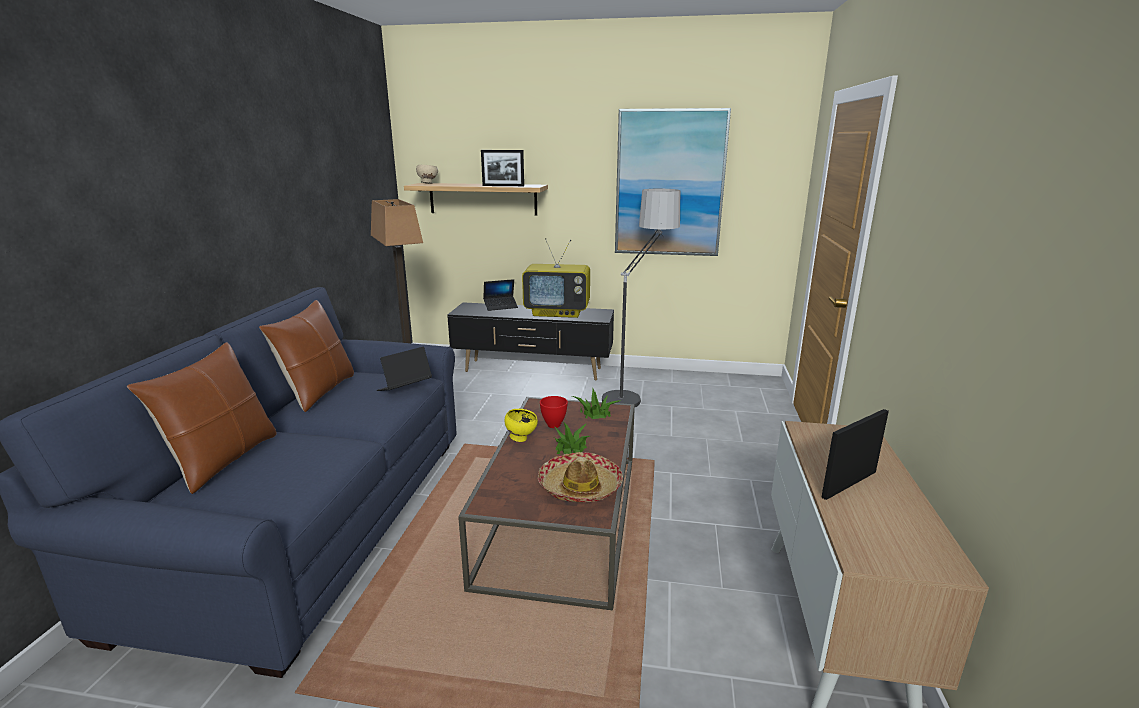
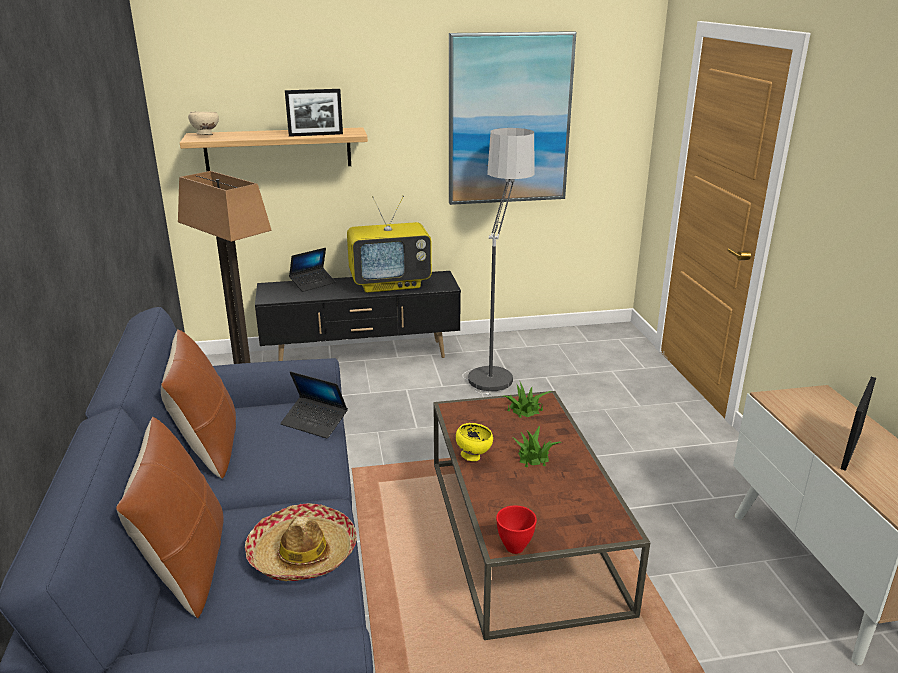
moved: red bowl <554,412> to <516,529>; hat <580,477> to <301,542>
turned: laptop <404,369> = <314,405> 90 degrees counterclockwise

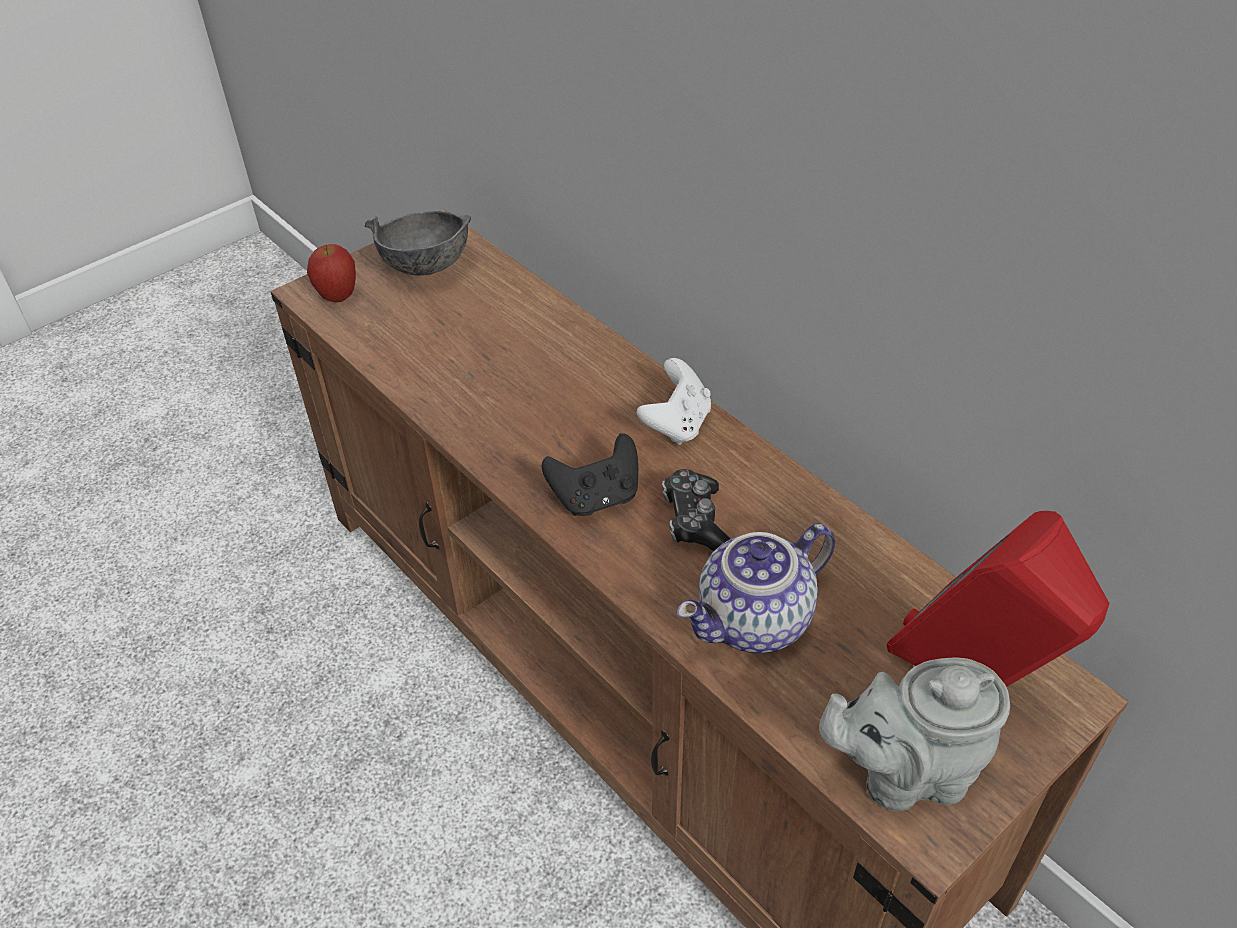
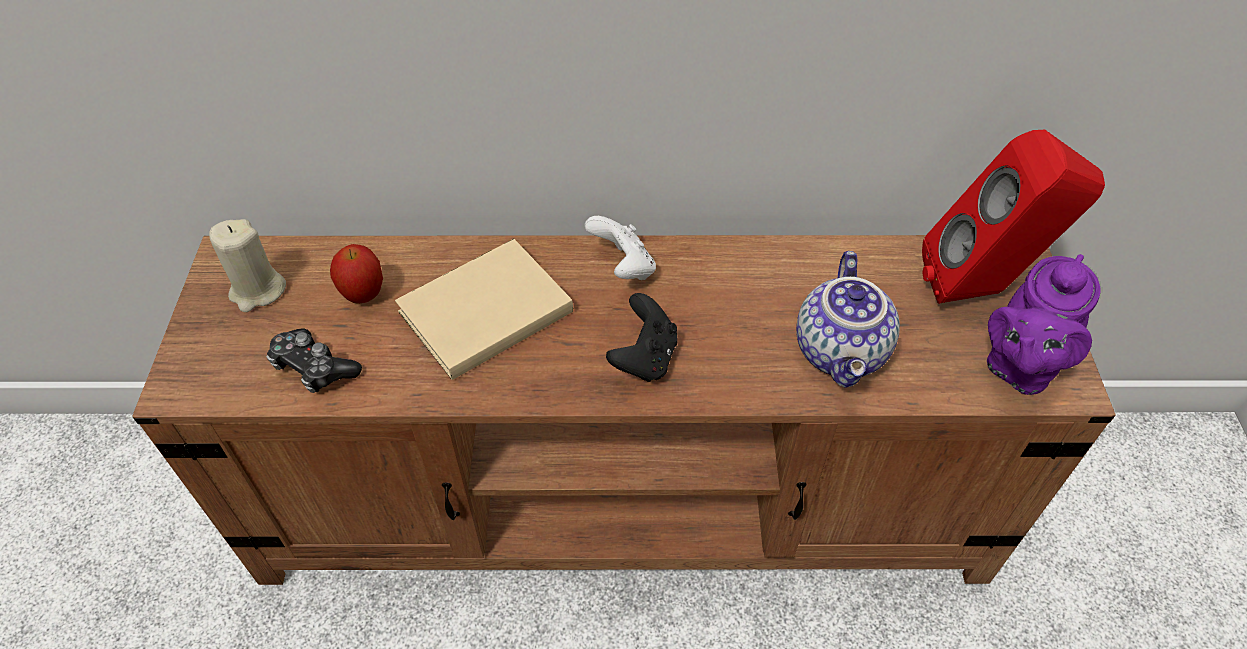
added: beige book <484,309>
moved: apple <331,273> to <356,273>; game controller <696,510> to <314,361>
replaced: grey bowl <418,243> to beige candle <247,265>
recoloured: grey teapot <914,734> to purple teapot <1044,324>

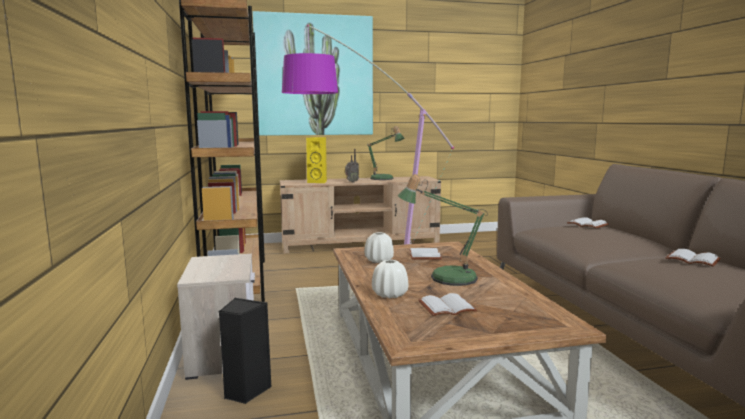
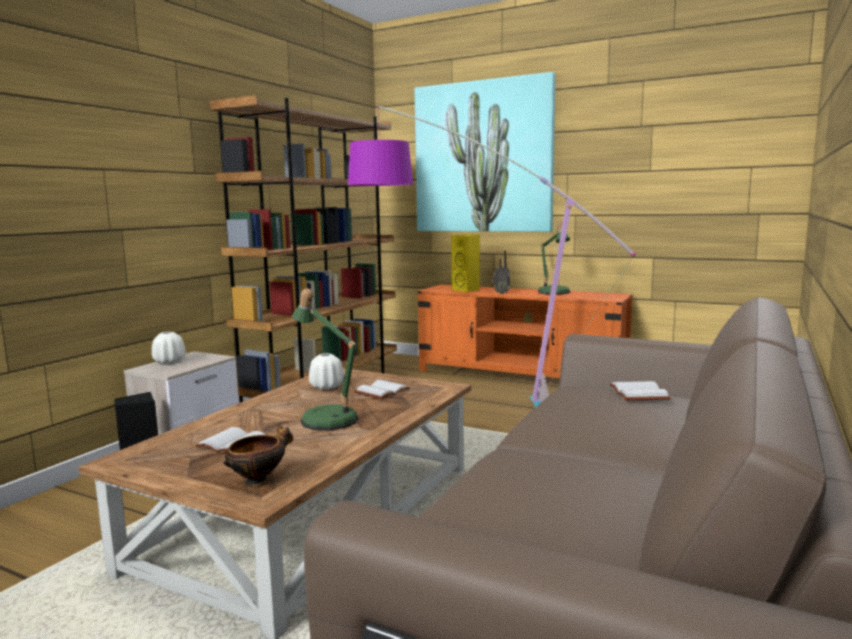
removed: white book <693,258>
added: bowl <258,456>
moved: white vase <390,279> to <169,348>
recoloured: beige tv stand <360,215> to orange tv stand <525,331>

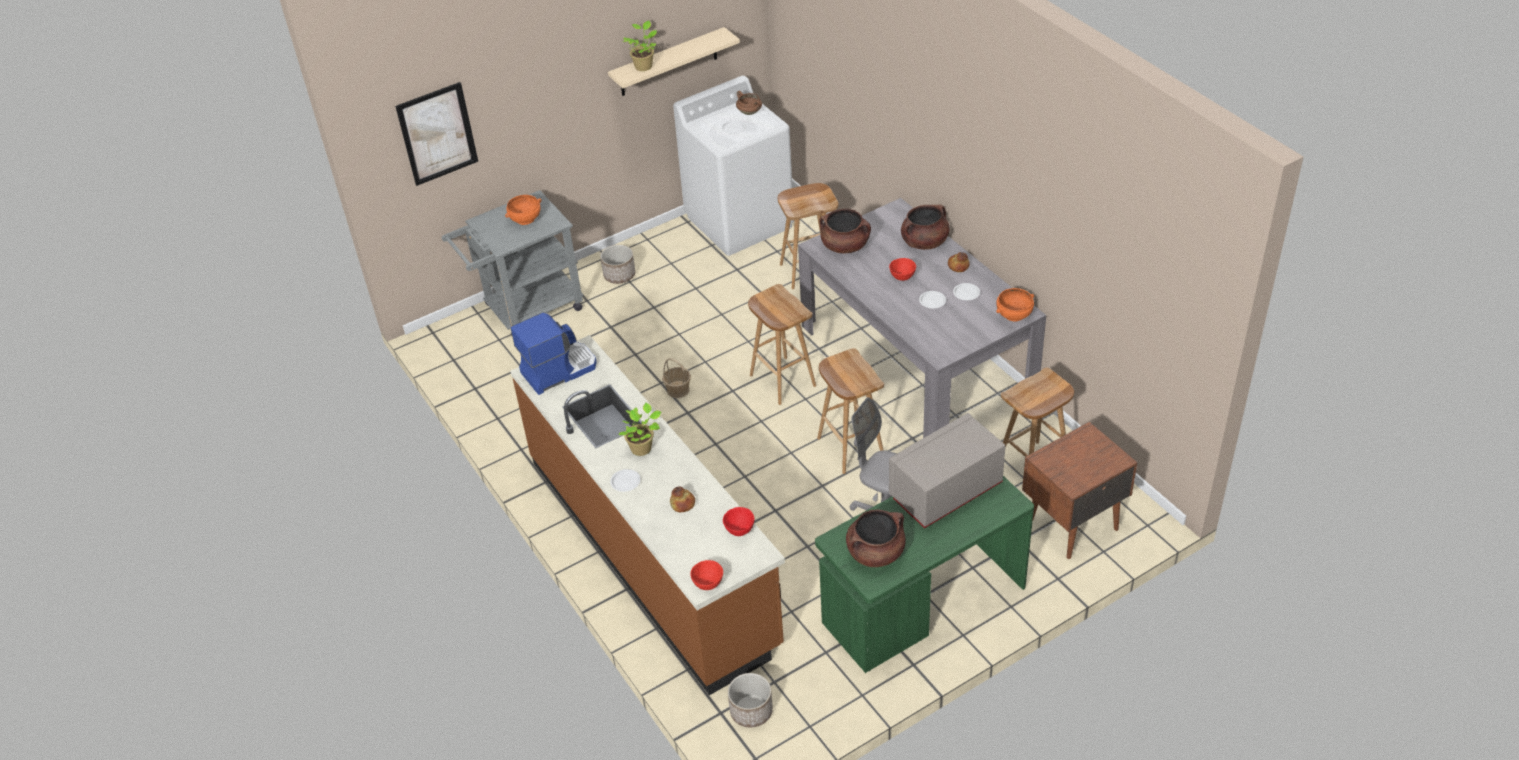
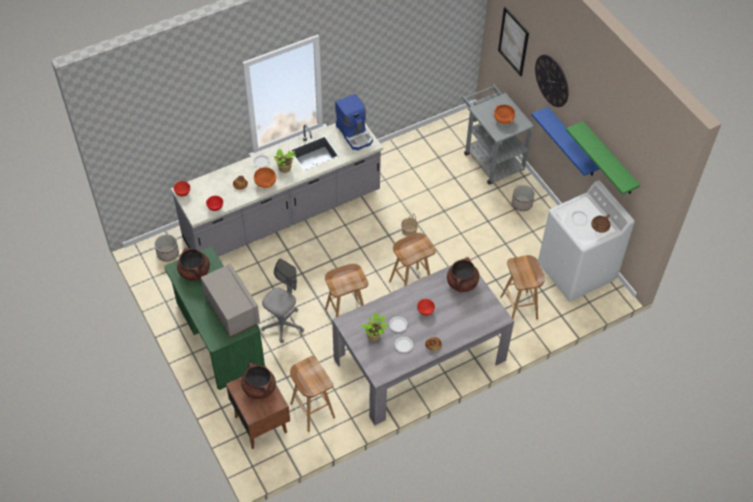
added: wall clock <552,80>; blue shelf <565,141>
moved: potted plant <640,45> to <374,327>; brown cooking pot <925,227> to <258,381>; orange bowl <1015,305> to <265,177>
recoloured: beige shelf <674,61> to green shelf <603,158>; brown counter <647,515> to grey counter <277,190>

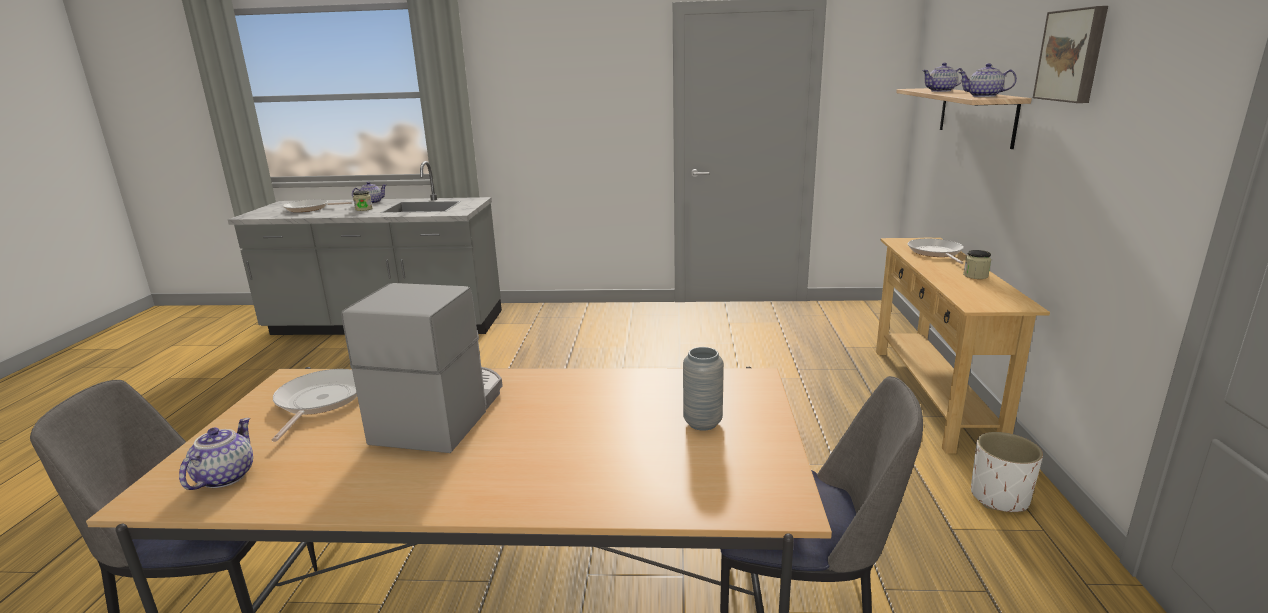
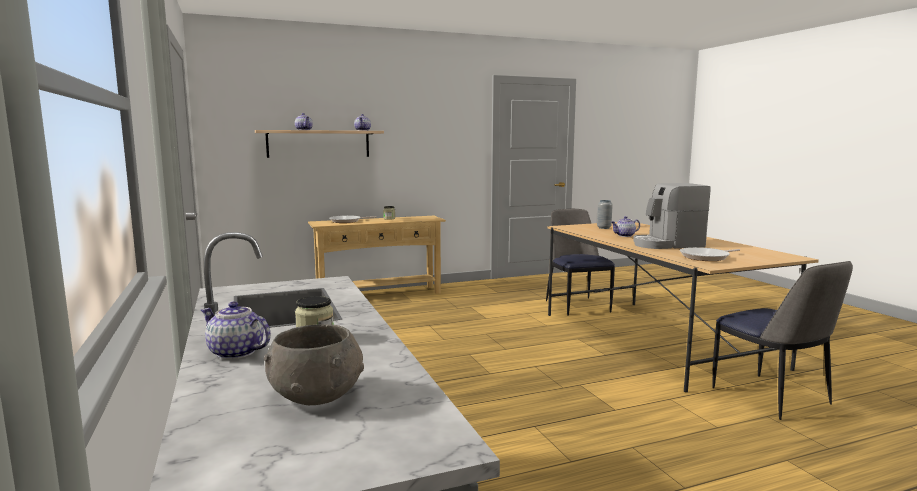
removed: picture <1070,54>; white planter <1007,472>
moved: teapot <216,454> to <625,226>
replaced: frying pan <317,205> to grey bowl <314,364>

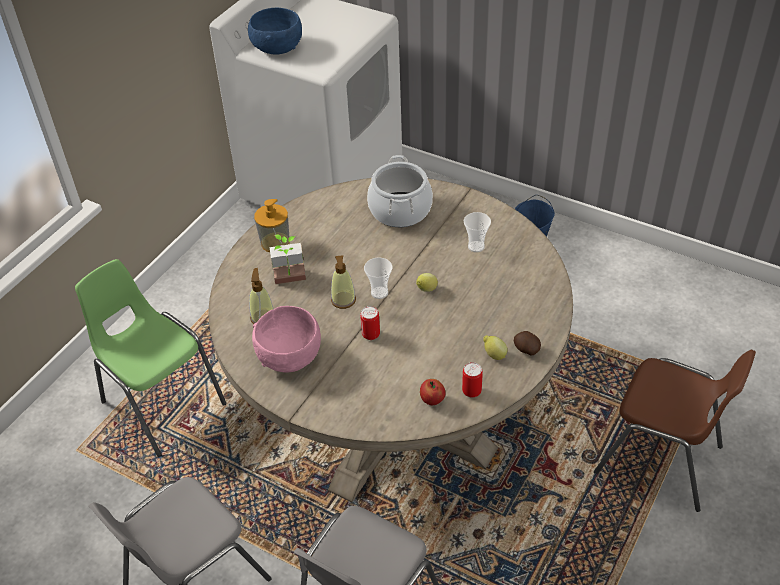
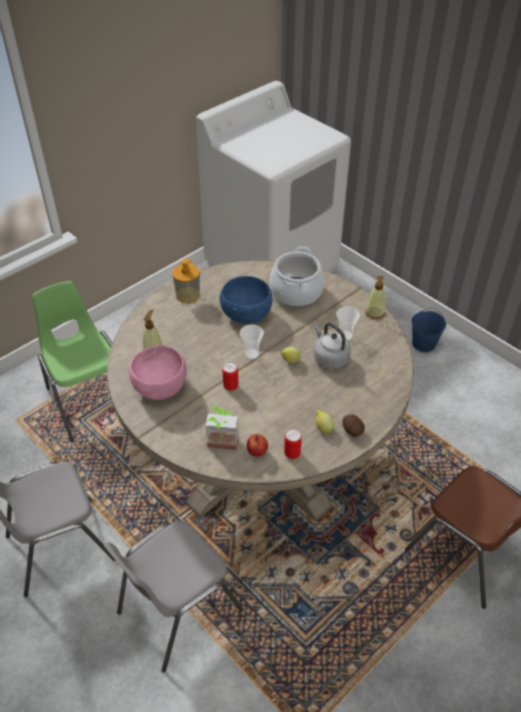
added: grey kettle <332,346>
moved: blue bowl <275,31> to <246,300>; potted plant <288,259> to <222,428>; soap dispenser <343,282> to <375,297>

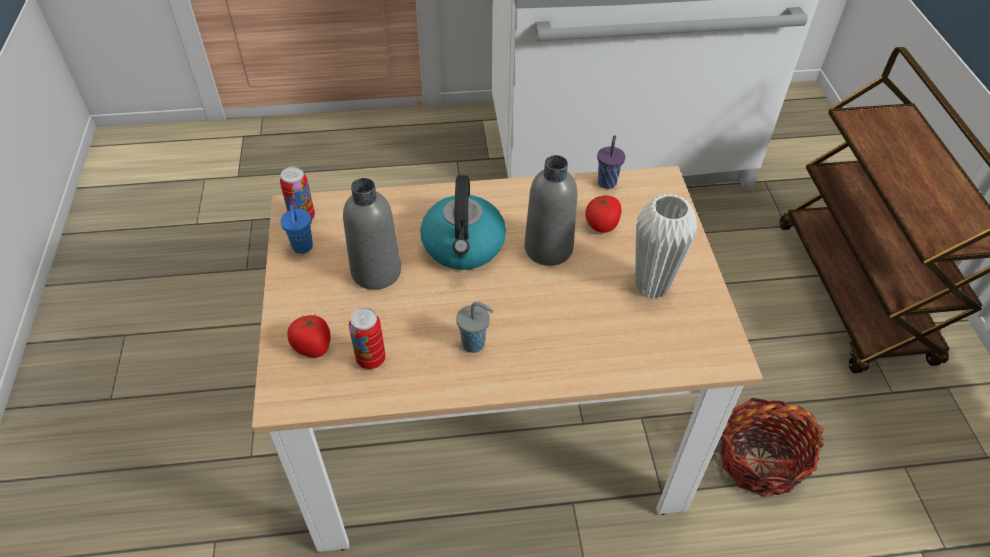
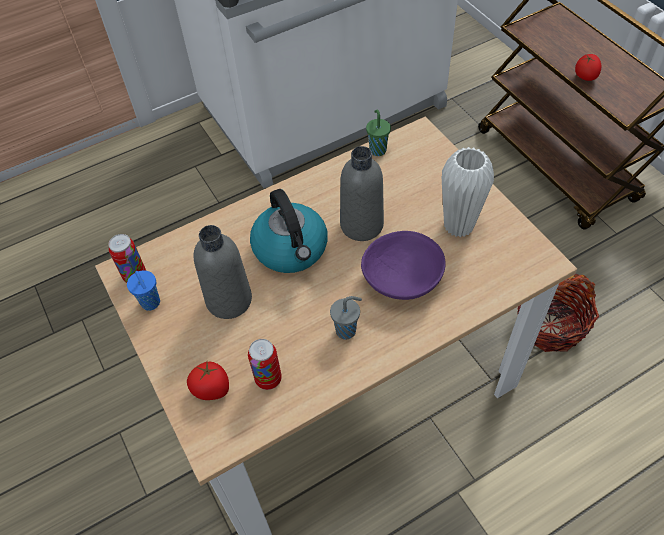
added: purple bowl <403,265>
moved: tomato <604,214> to <588,67>
recoloured: purple cup <611,162> to green cup <378,133>

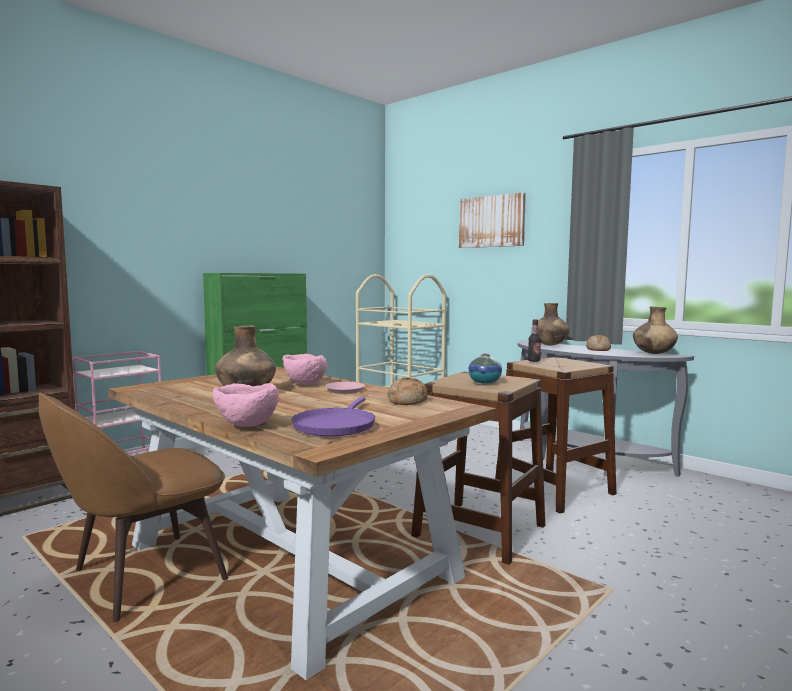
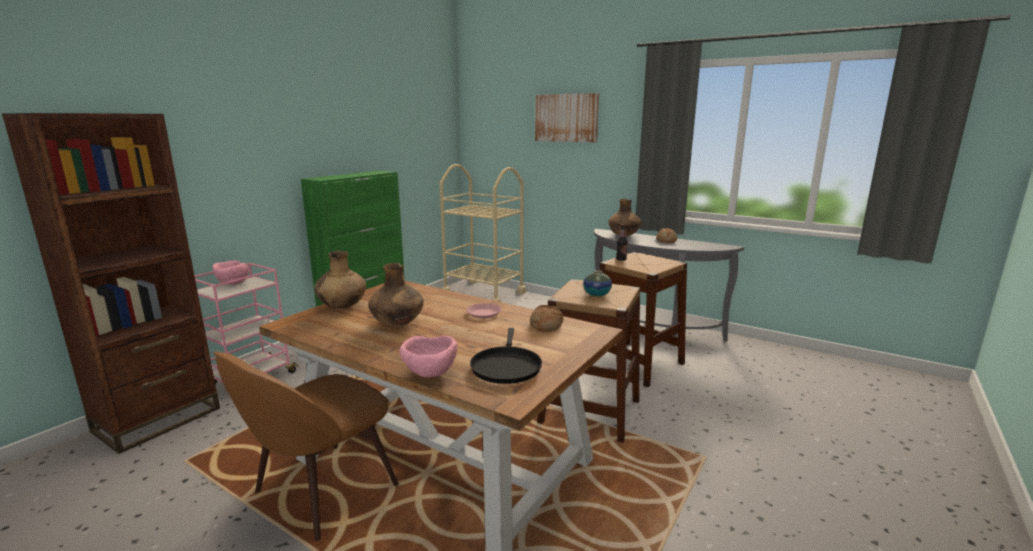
moved: brown vase <655,330> to <340,279>; pink bowl <304,369> to <230,272>
recoloured: purple frying pan <333,416> to black frying pan <506,356>

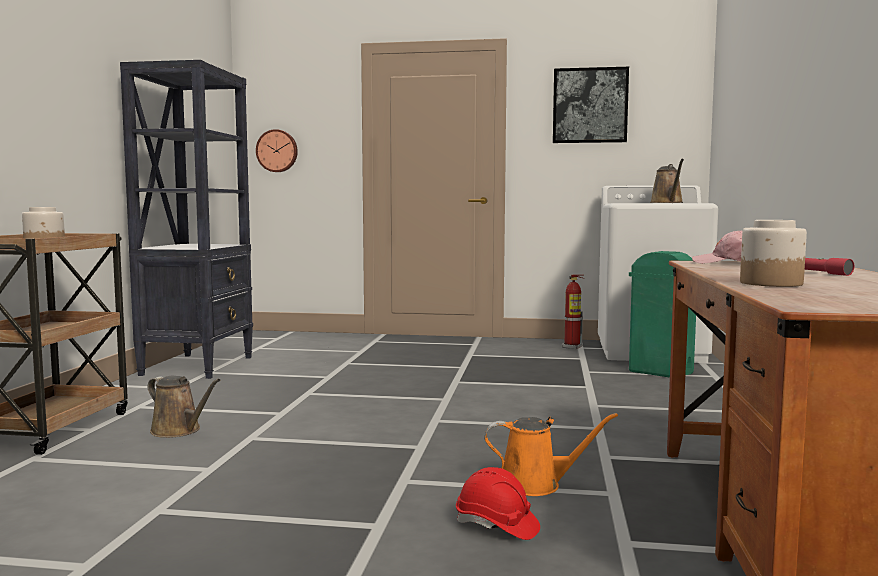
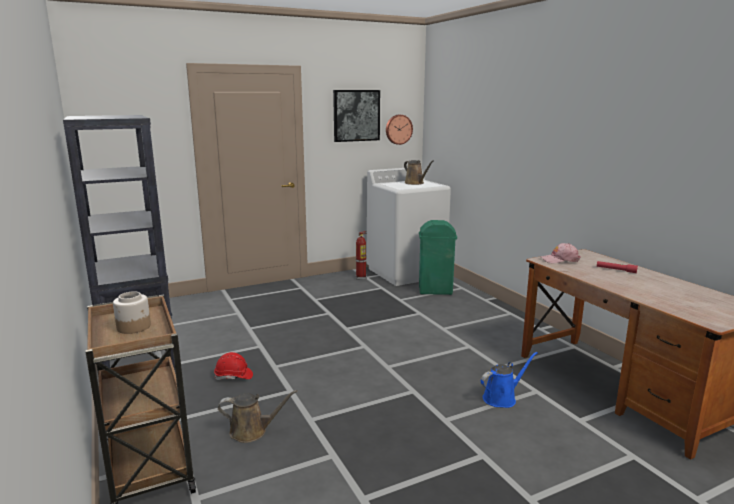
removed: jar <773,253>
moved: wall clock <277,150> to <399,130>; red hard hat <498,503> to <233,366>
recoloured: orange watering can <551,454> to blue watering can <509,380>

